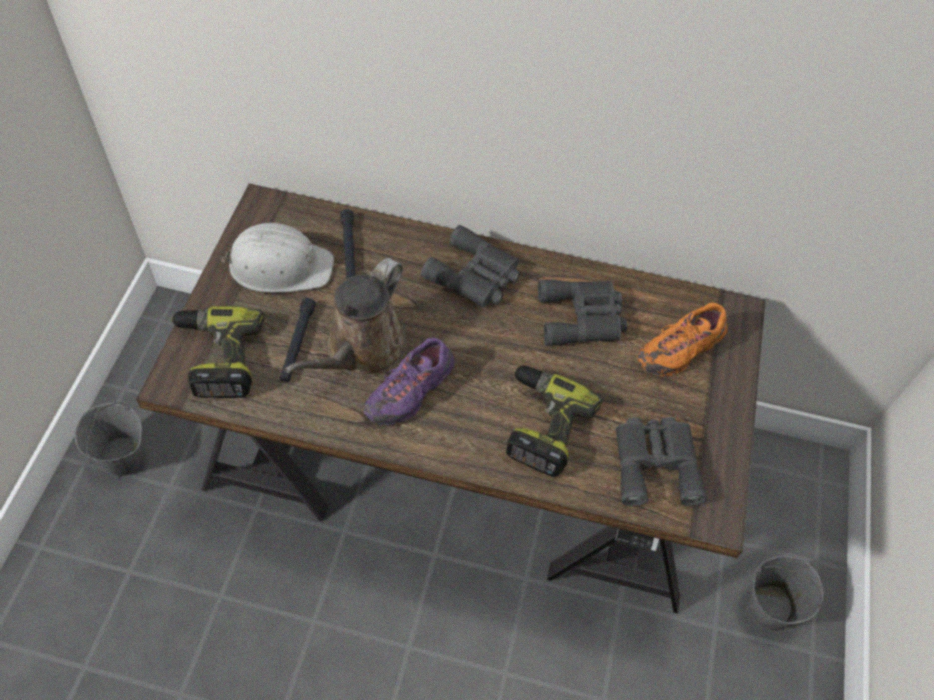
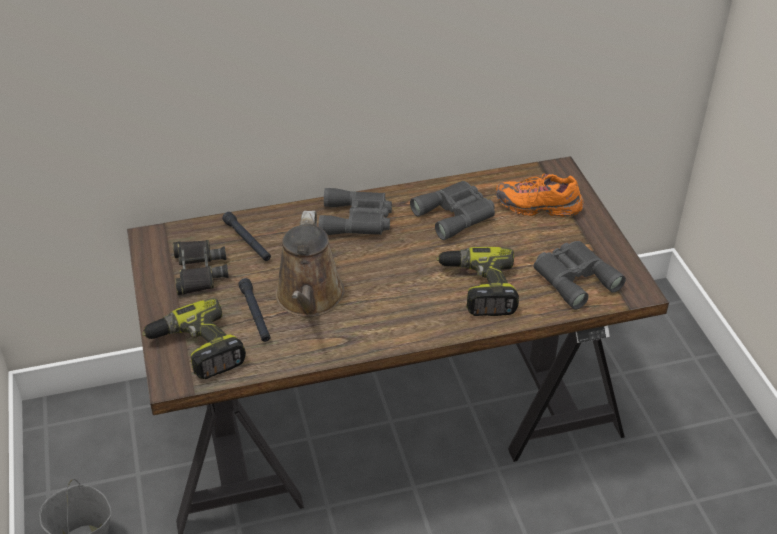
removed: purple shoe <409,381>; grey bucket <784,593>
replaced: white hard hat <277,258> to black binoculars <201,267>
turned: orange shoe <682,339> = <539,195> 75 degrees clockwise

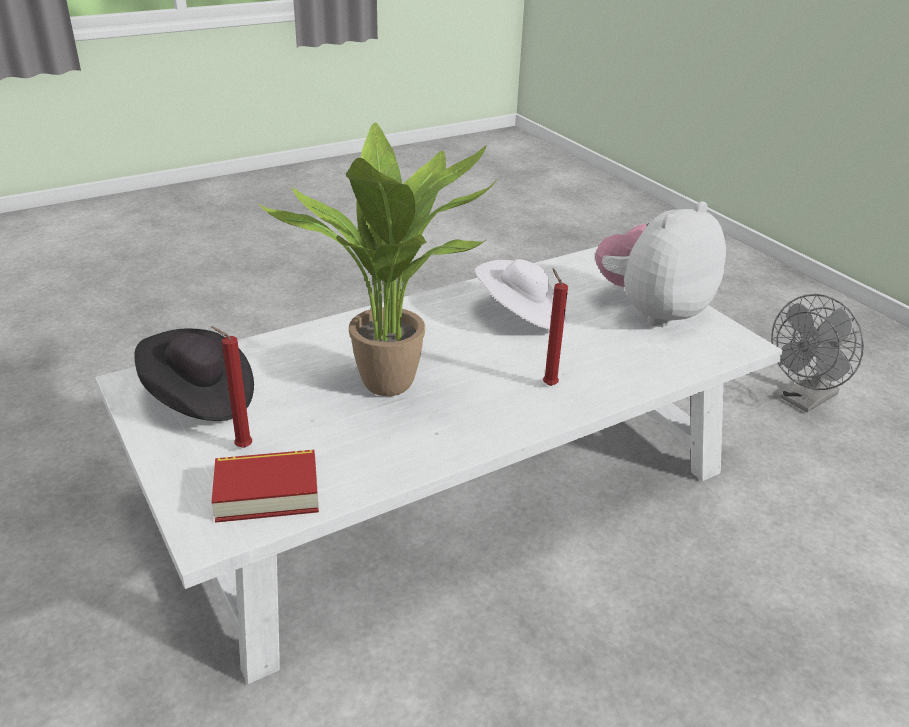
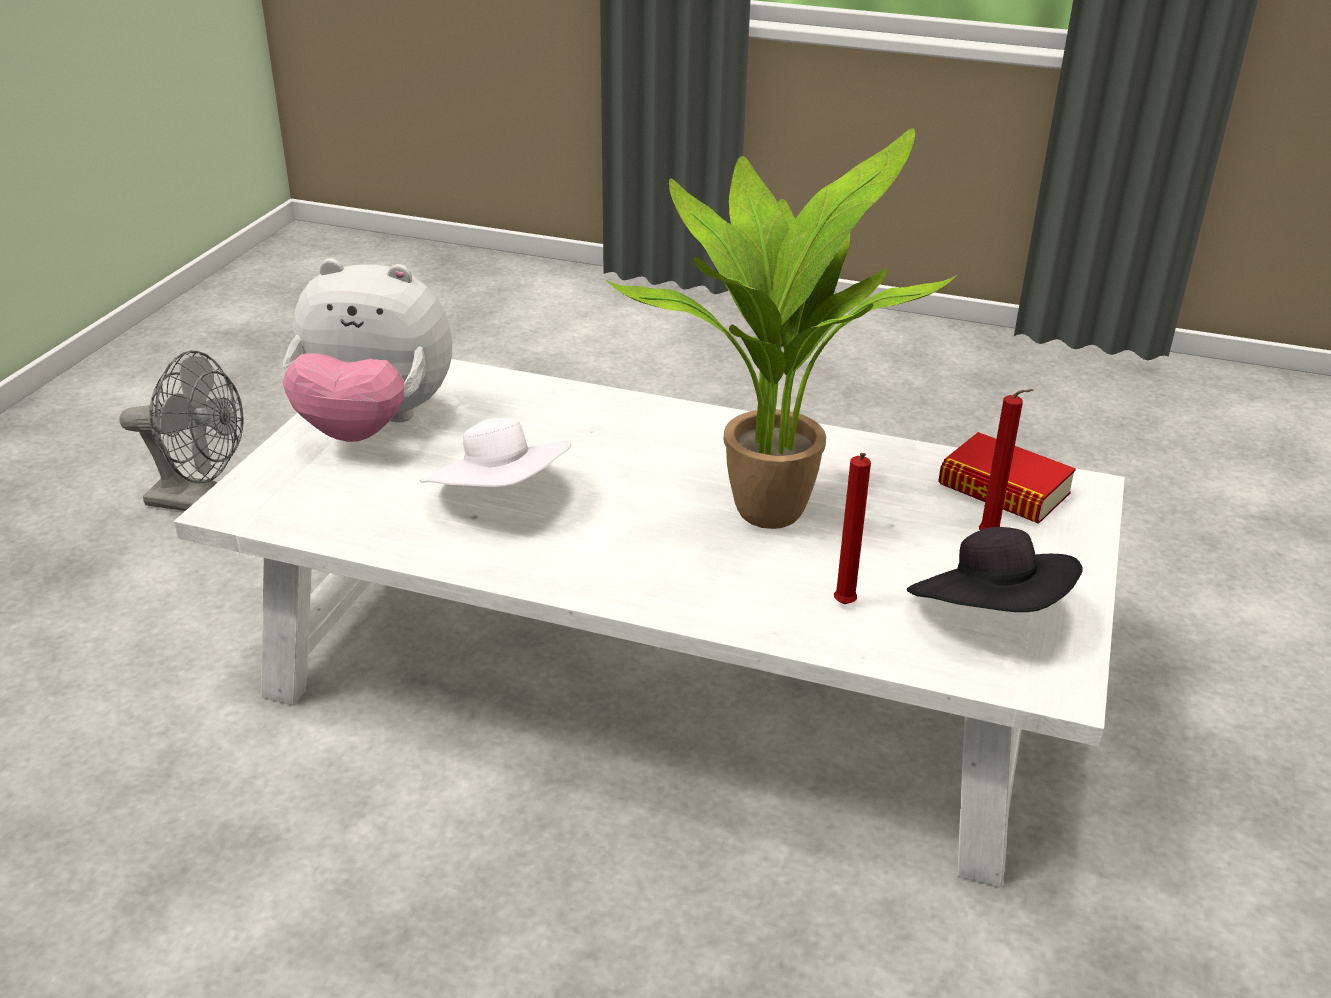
moved: red candle <555,327> to <852,528>

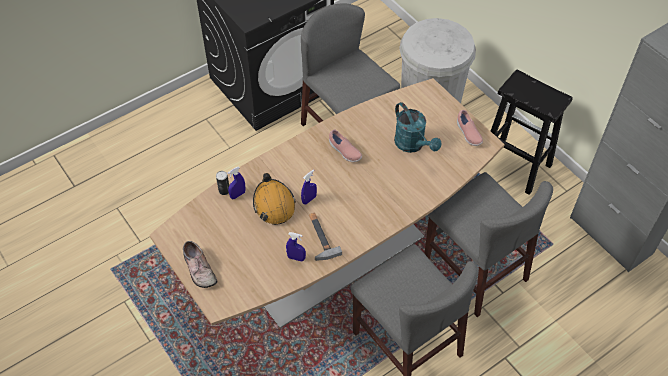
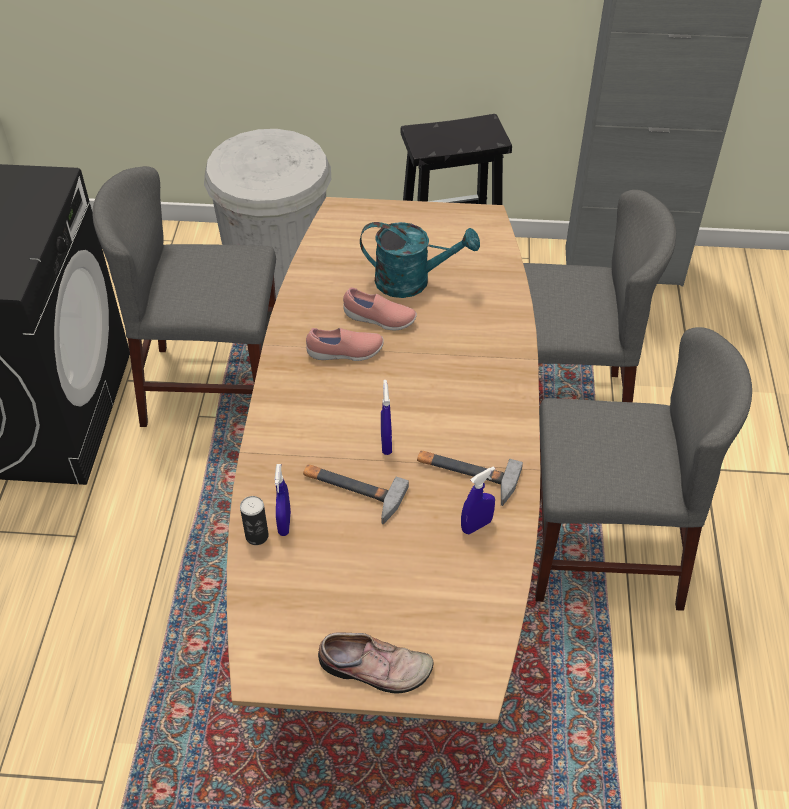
moved: pink shoe <470,128> to <380,309>
replaced: orange hard hat <274,199> to hammer <356,494>

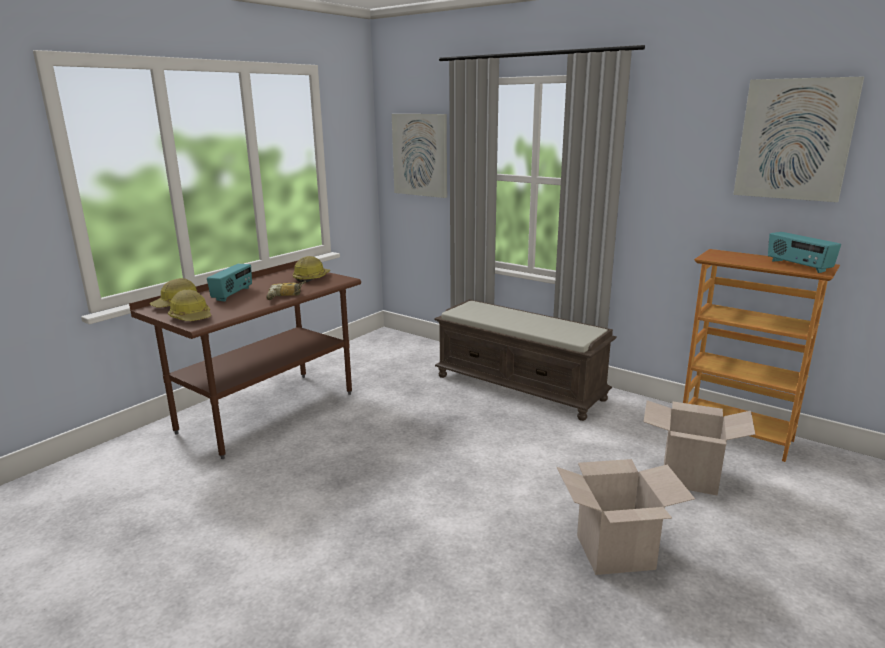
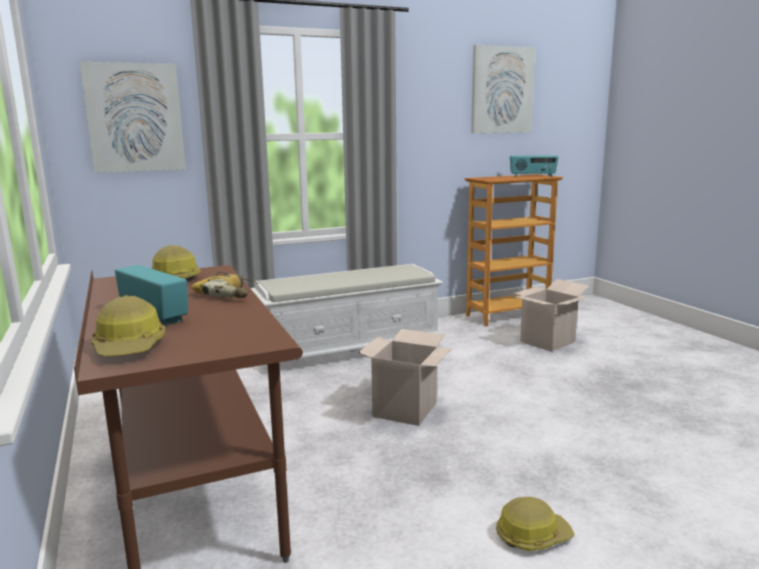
moved: hard hat <189,305> to <535,524>; cardboard box <625,517> to <404,377>
recoloured: brown bench <525,360> to white bench <346,311>

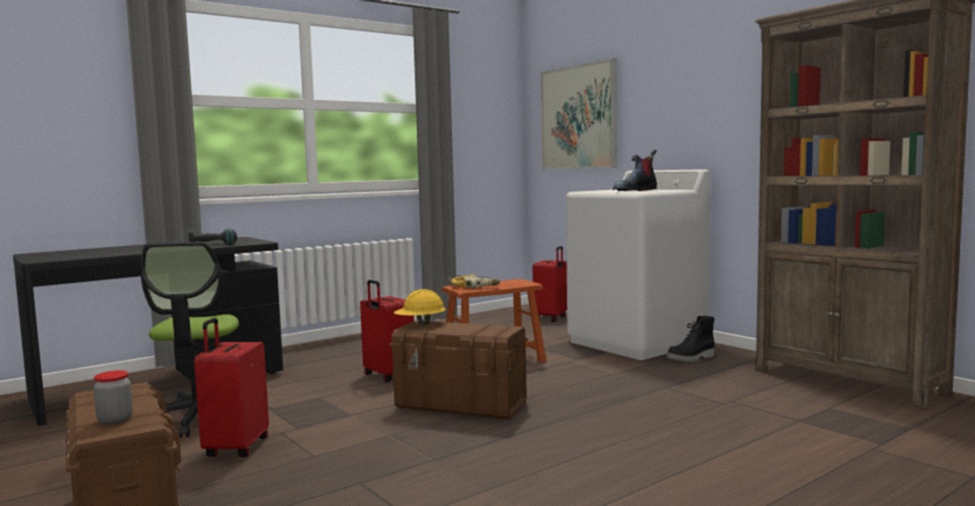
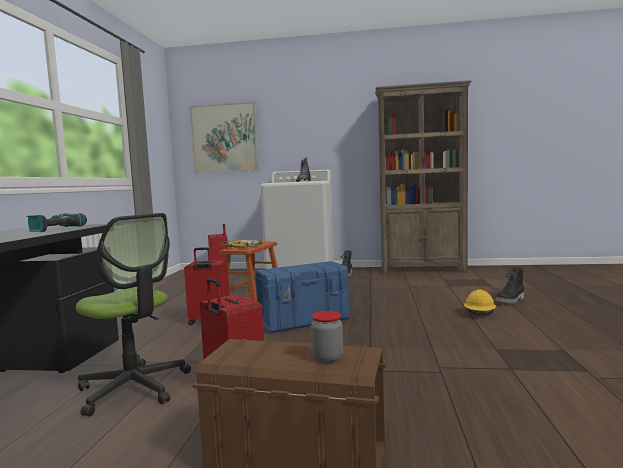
added: black boot <509,285>
moved: yellow hard hat <420,307> to <480,302>
recoloured: brown storage box <458,370> to blue storage box <302,297>

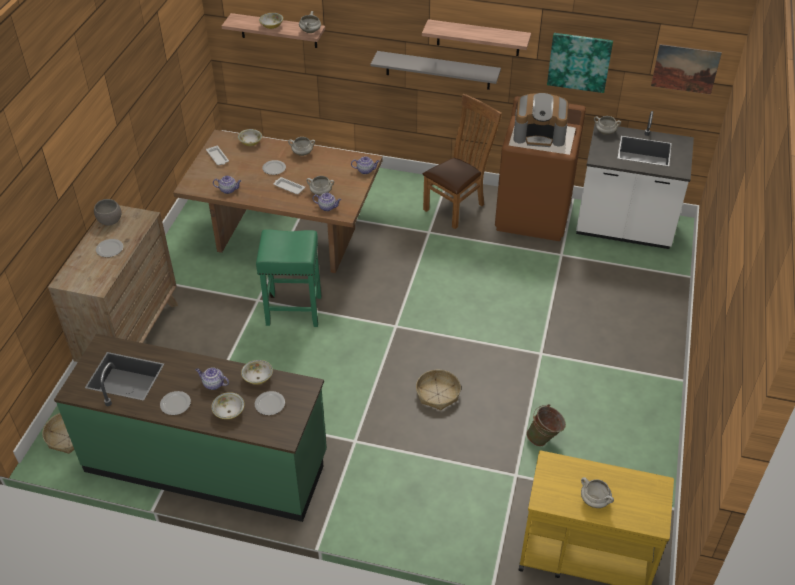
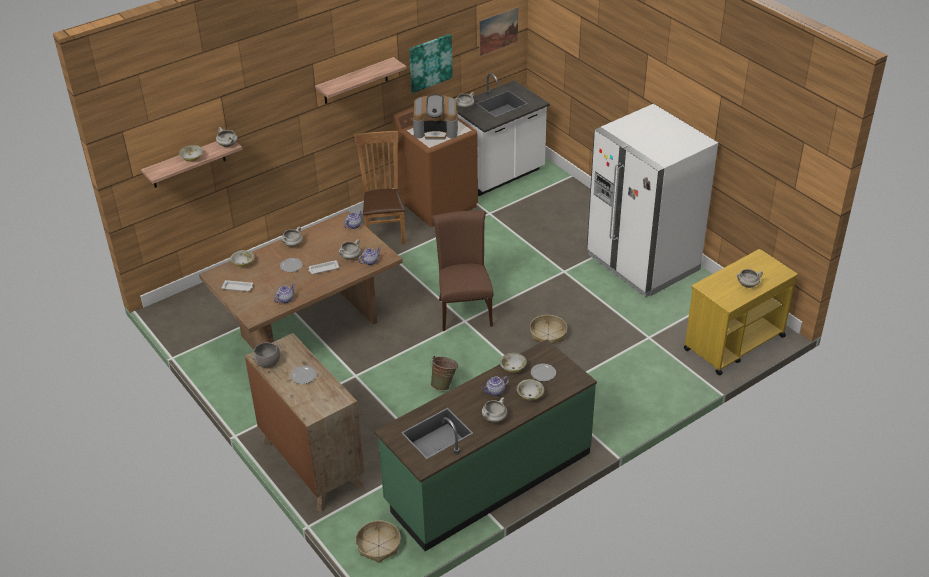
removed: grey shelf <435,70>; green stool <288,278>
added: white fridge <652,200>; brown chair <463,271>
moved: green bucket <546,425> to <444,373>
replaced: plate <175,403> to white cooking pot <494,409>
turned: coffee machine <540,120> = <435,117> 45 degrees clockwise

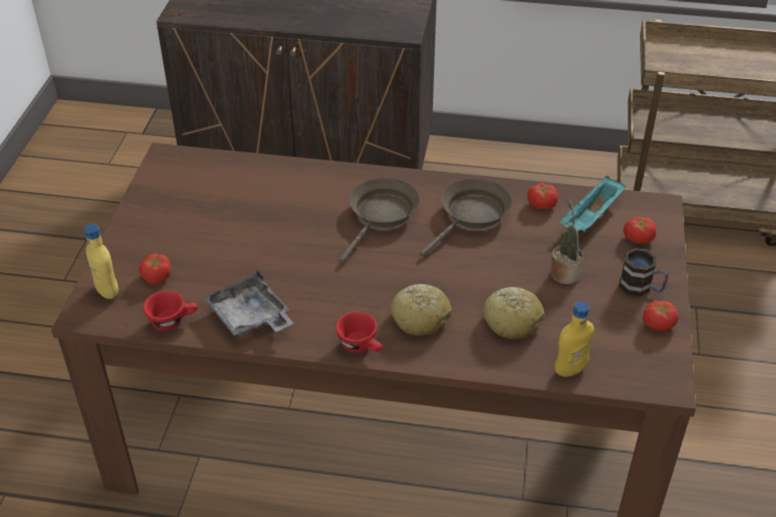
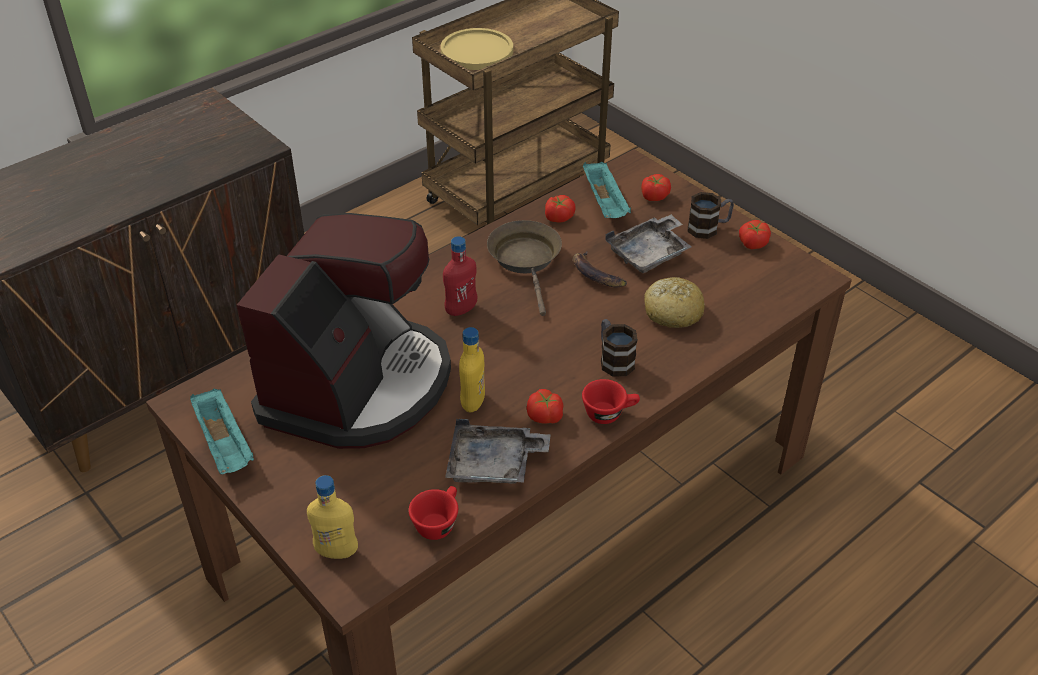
added: yellow plate <477,49>; coffee machine <344,331>; banana <600,269>; turquoise tray <222,431>
moved: tomato <155,268> to <545,406>; yellow bottle <574,339> to <472,370>
replaced: brown frying pan <379,220> to red bottle <460,276>; potted plant <566,241> to grey tray <648,244>; bread <421,310> to mug <619,348>

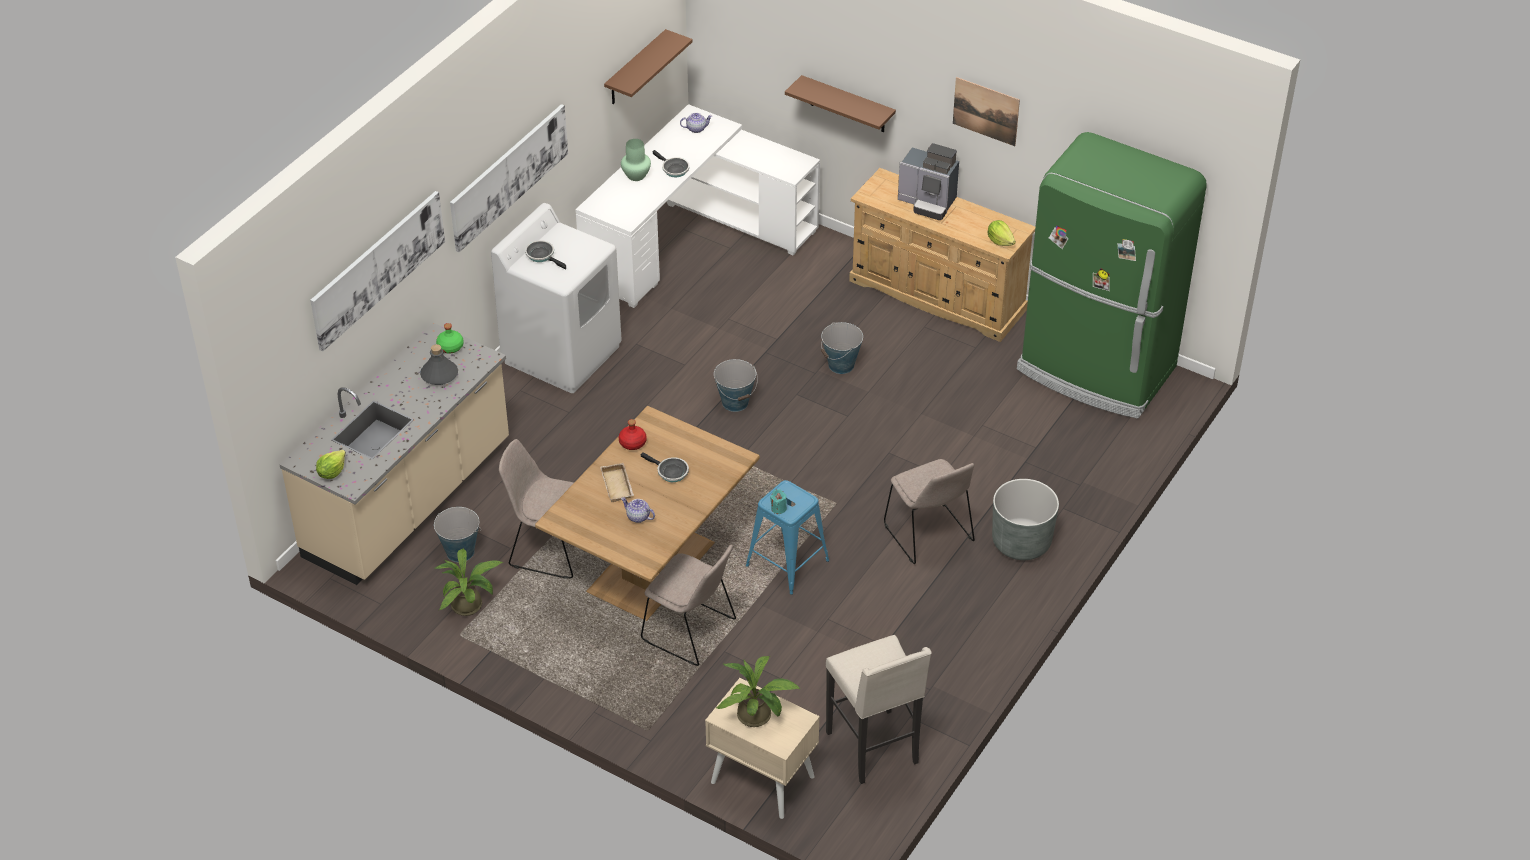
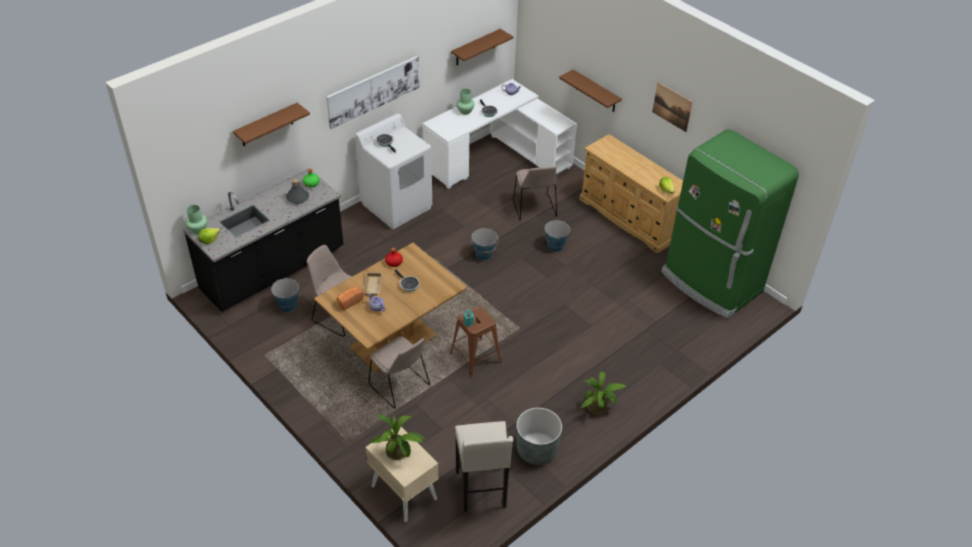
removed: coffee machine <928,181>
added: green vase <196,219>; bread <350,298>
moved: beige chair <929,511> to <535,193>; grey planter <1025,519> to <539,436>; potted plant <469,582> to <603,393>
replaced: picture <377,271> to brown shelf <271,124>
recoloured: beige counter <394,454> to black counter <263,240>; blue stool <787,537> to brown stool <476,342>

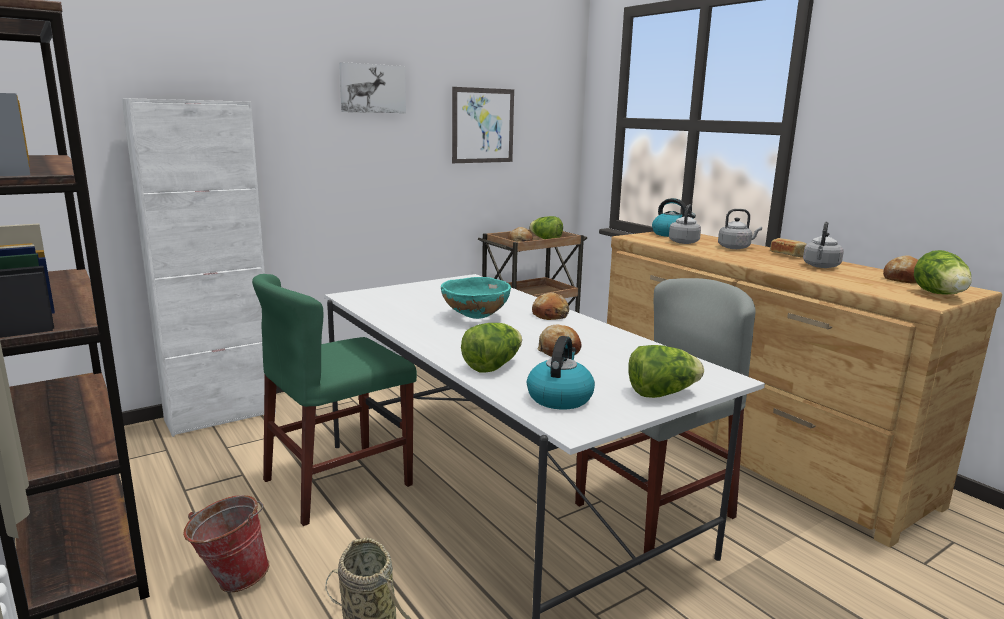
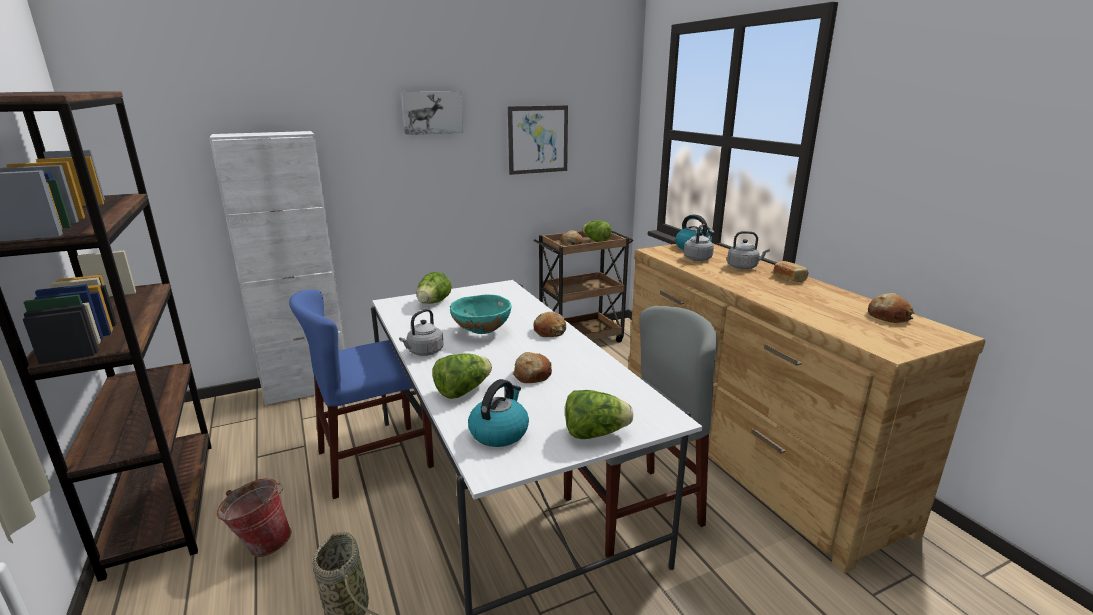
moved: grey kettle <823,245> to <421,332>; lettuce <943,272> to <434,288>
recoloured: green chair <334,400> to blue chair <361,394>

